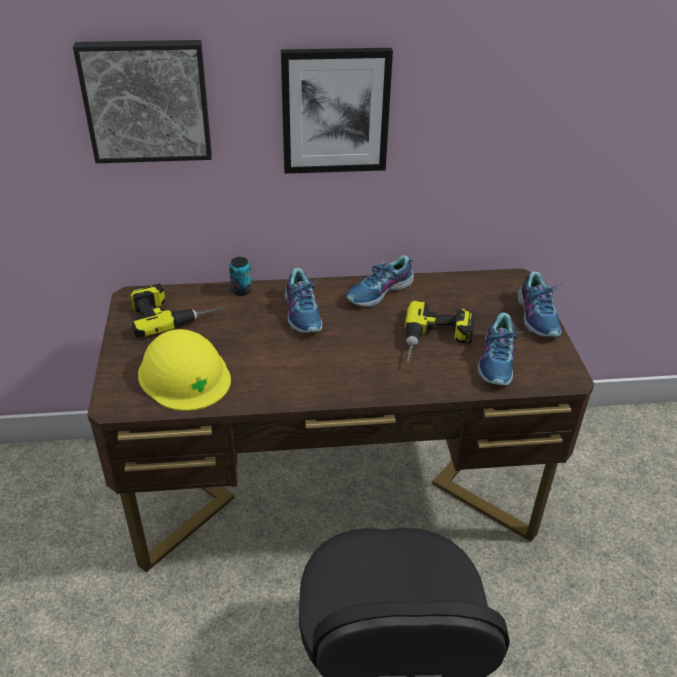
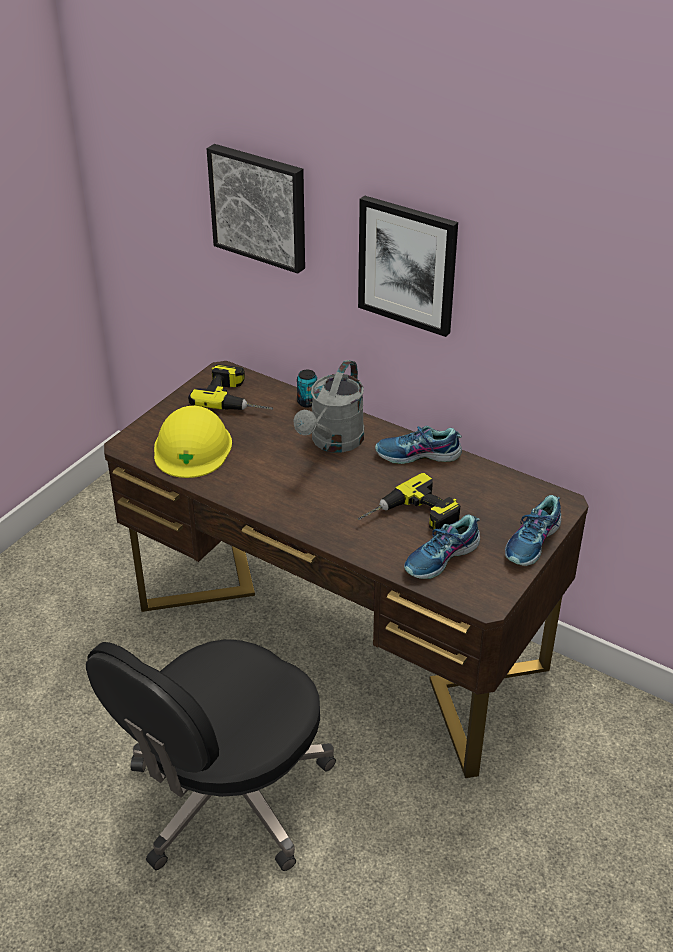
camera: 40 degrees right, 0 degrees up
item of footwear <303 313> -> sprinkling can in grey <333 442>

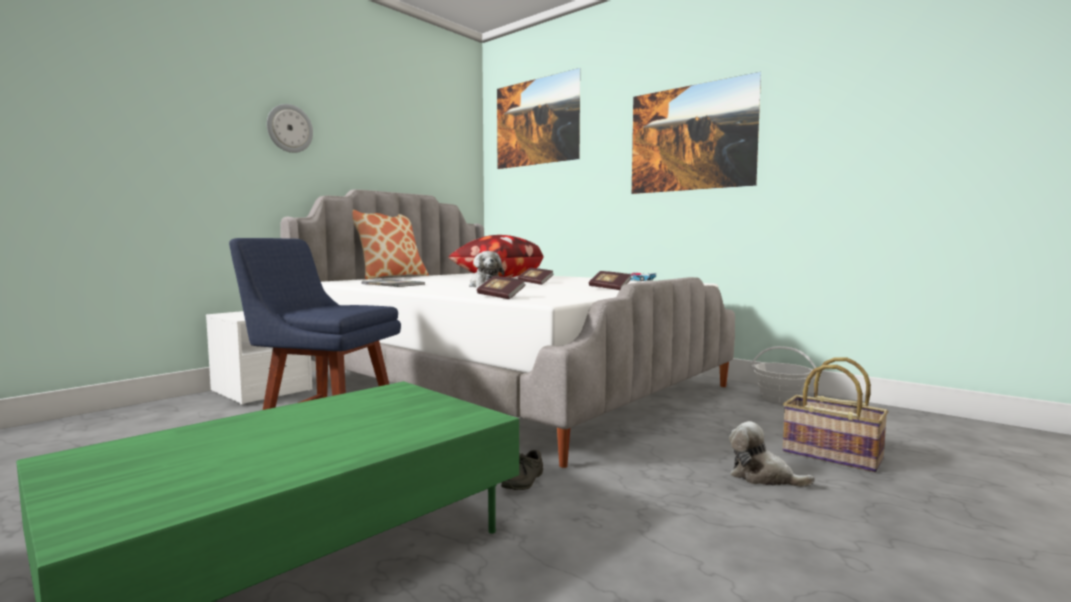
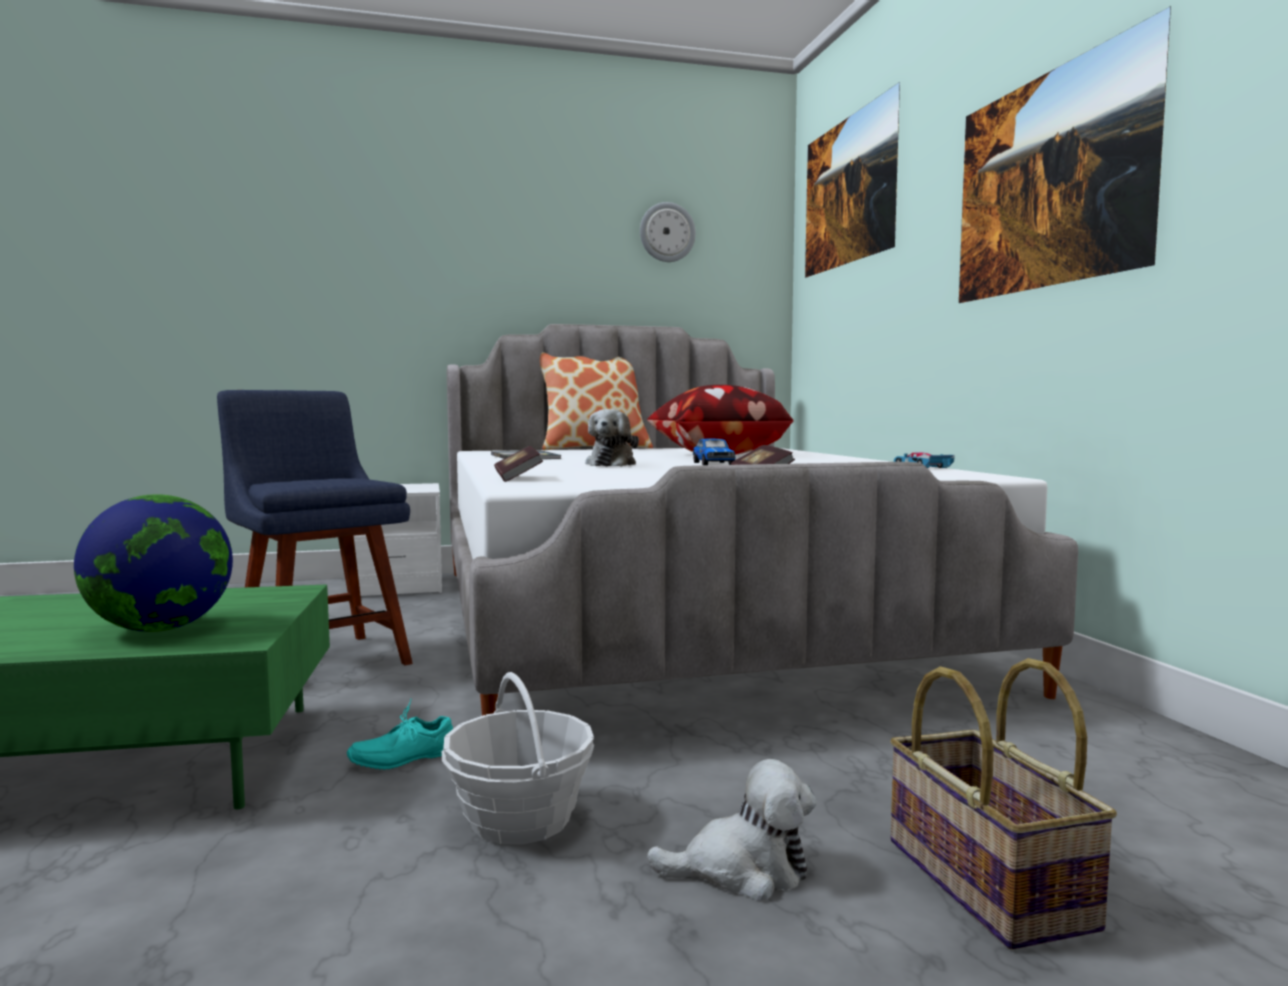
camera: 35 degrees right, 0 degrees up
none -> desk globe <160 629>
item of footwear in grey <521 481> -> item of footwear in turquoise-coloured <401 757>
basket <782 399> -> basket <520 819>, moved
hanging clock <289 128> -> hanging clock <667 232>, moved
soft toy <762 477> -> soft toy <742 871>, 105 degrees clockwise
bound book <535 283> -> miniature car <713 464>

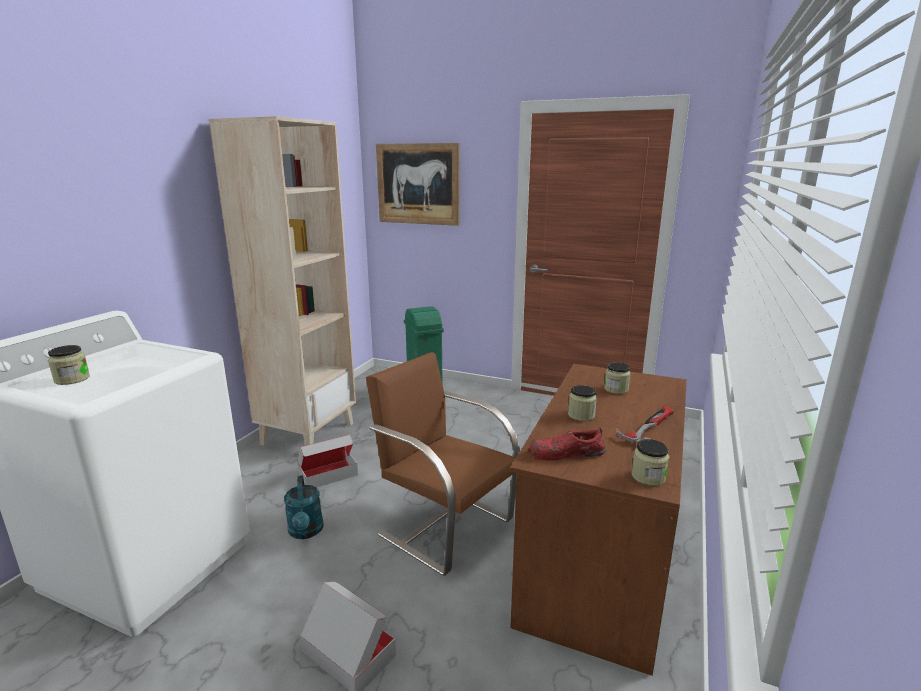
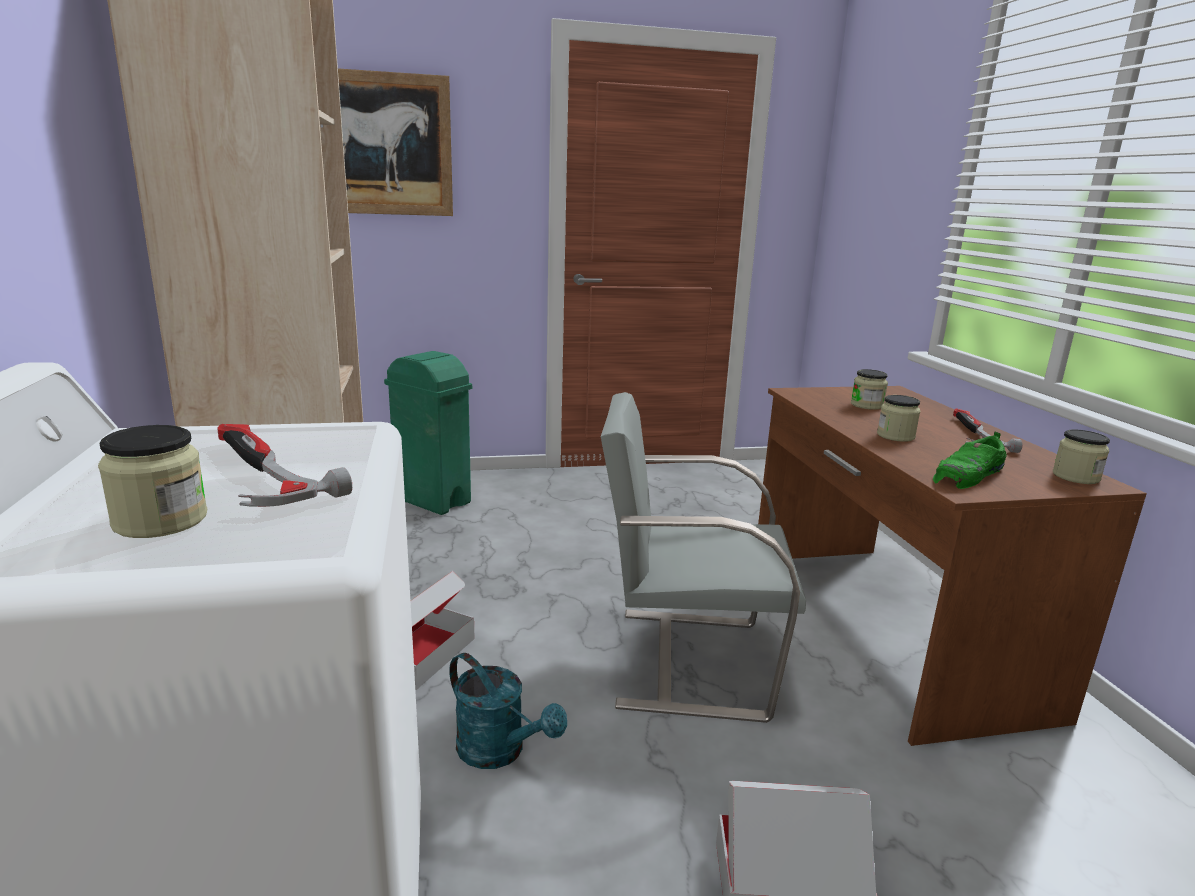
camera: 35 degrees left, 0 degrees up
none -> hand hammer <260 472>
upright chair in brown-coloured <445 525> -> upright chair in grey <686 660>
item of footwear in reddish <565 453> -> item of footwear in greenish <968 475>

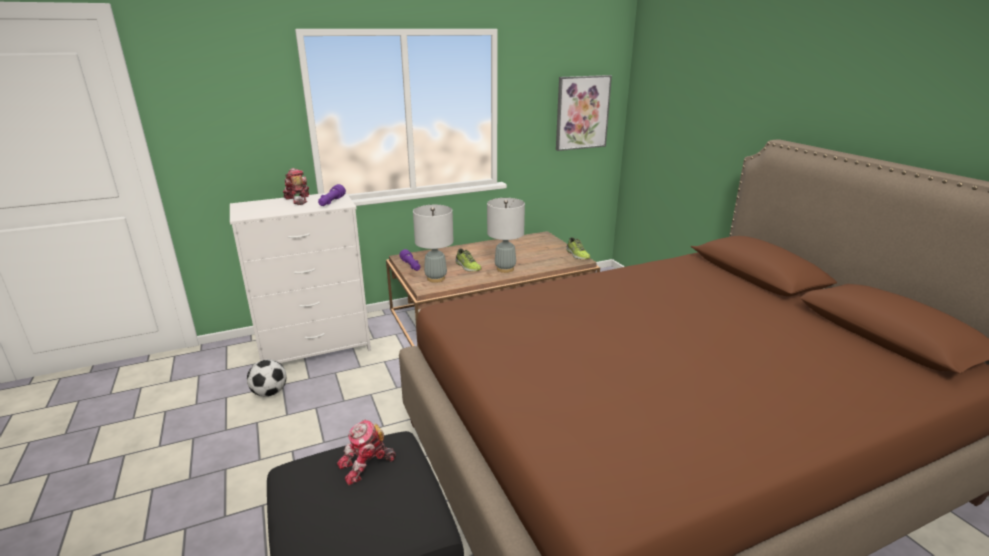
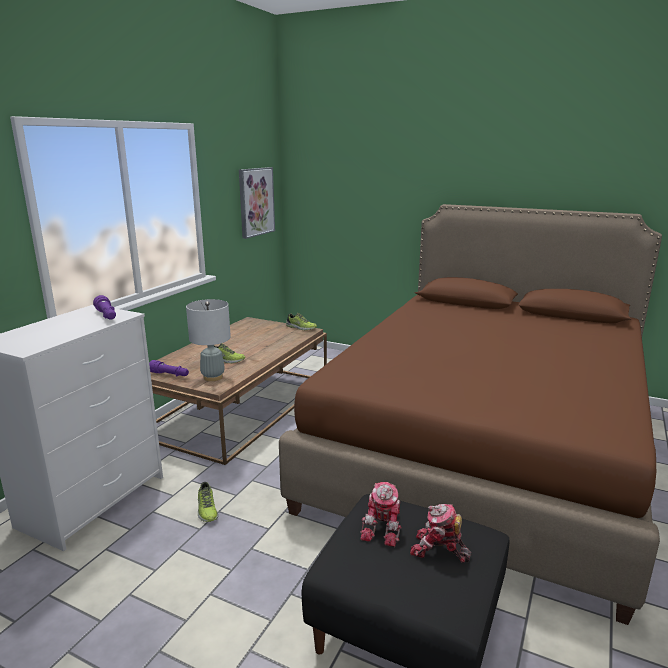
camera: 40 degrees left, 5 degrees down
none -> item of footwear <206 509>
toy robot <298 200> -> toy robot <438 550>, moved
football <270 393> -> none
tabletop lamp in grey <505 269> -> none

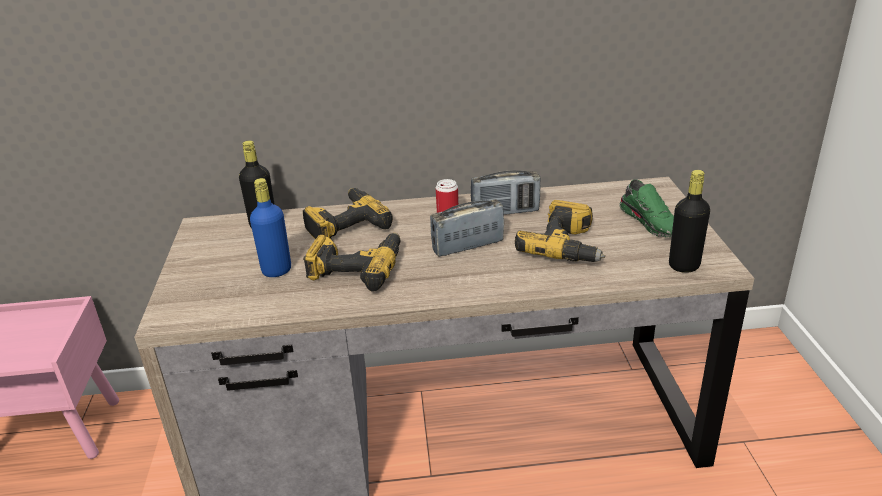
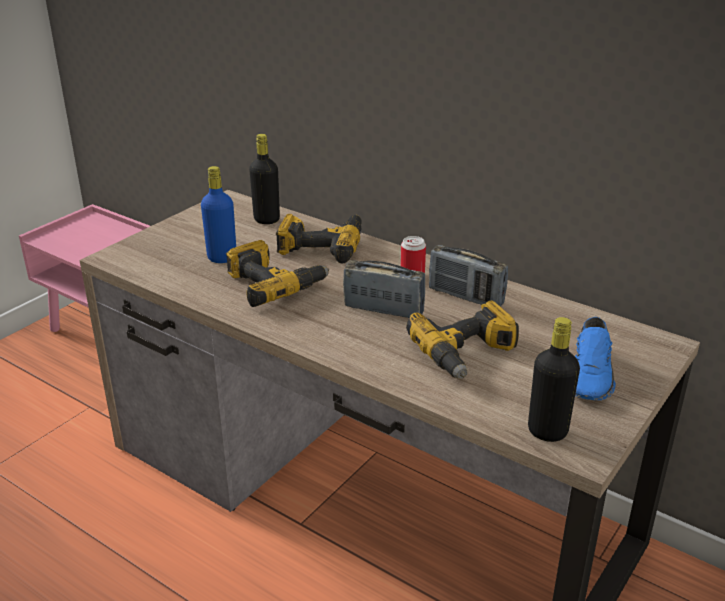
camera: 40 degrees right, 0 degrees up
item of footwear in greenish <652 222> -> item of footwear in blue <592 375>

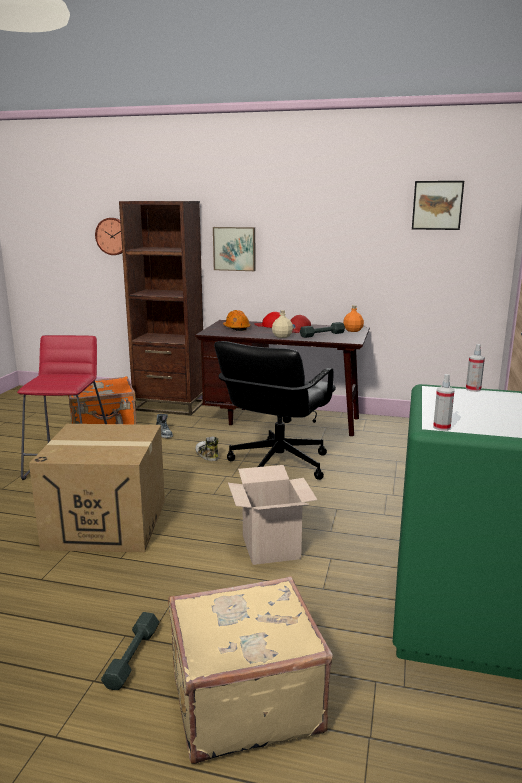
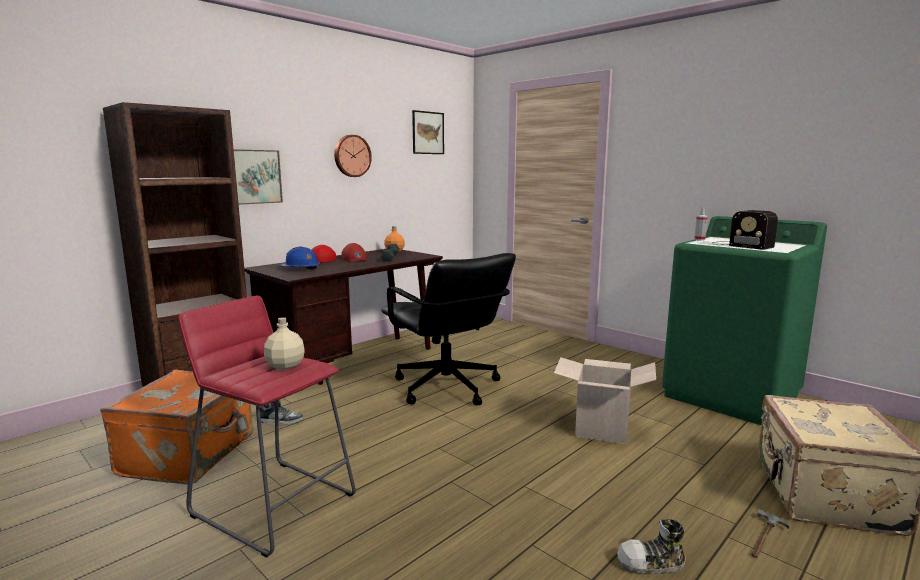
camera: 60 degrees left, 5 degrees down
drink bottle in beige <282 336> -> drink bottle in beige <284 366>, moved
work helmet in orange <236 328> -> work helmet in blue <300 269>
hanging clock <113 236> -> hanging clock <351 156>, moved
item of footwear <207 455> -> item of footwear <651 564>, moved
none -> radio receiver <739 245>
hand weight in grey <132 657> -> hand hammer <764 538>
cardboard box <107 523> -> none
hand sprayer <441 427> -> none

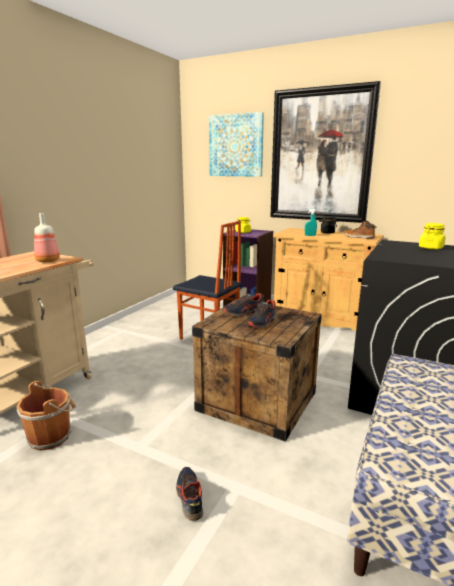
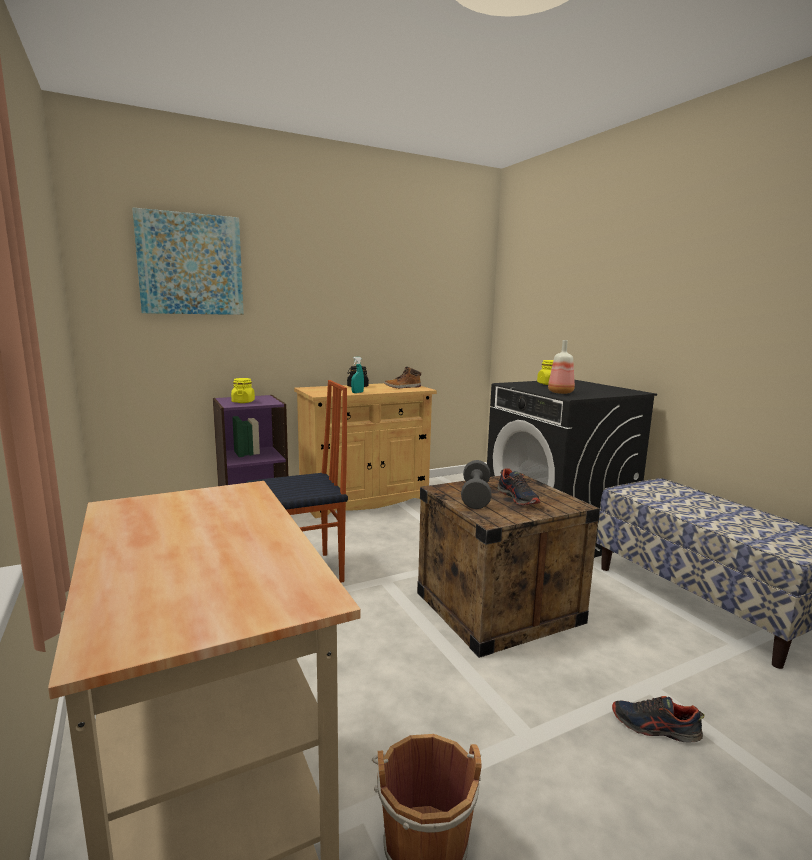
camera: 55 degrees left, 5 degrees down
item of footwear <244 312> -> hand weight in grey <475 496>
drink bottle <47 261> -> drink bottle <561 392>, moved
wall picture <320 156> -> none

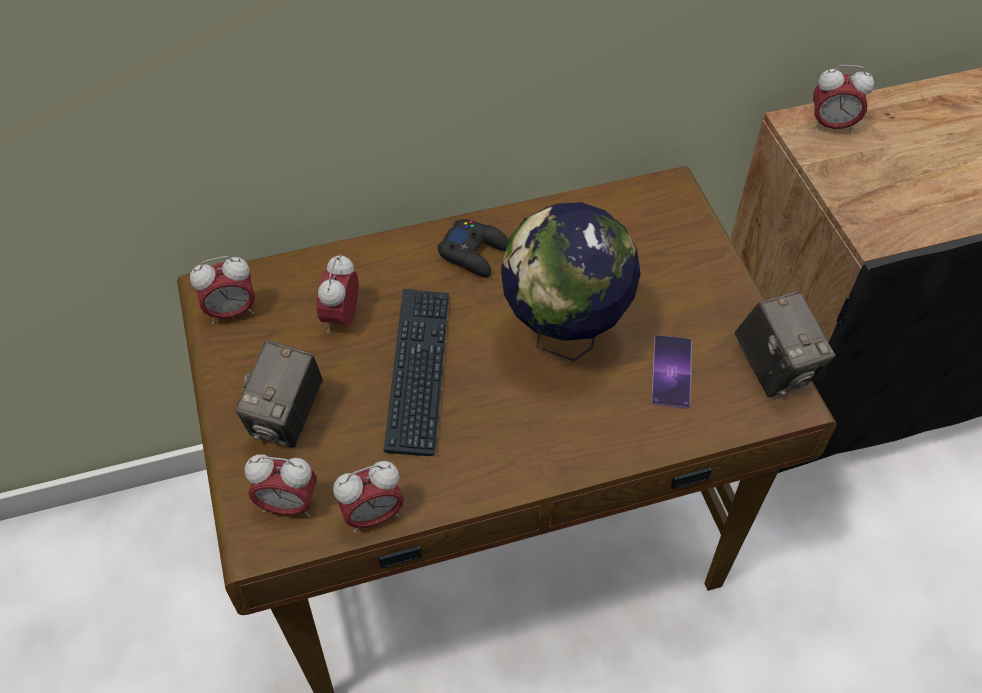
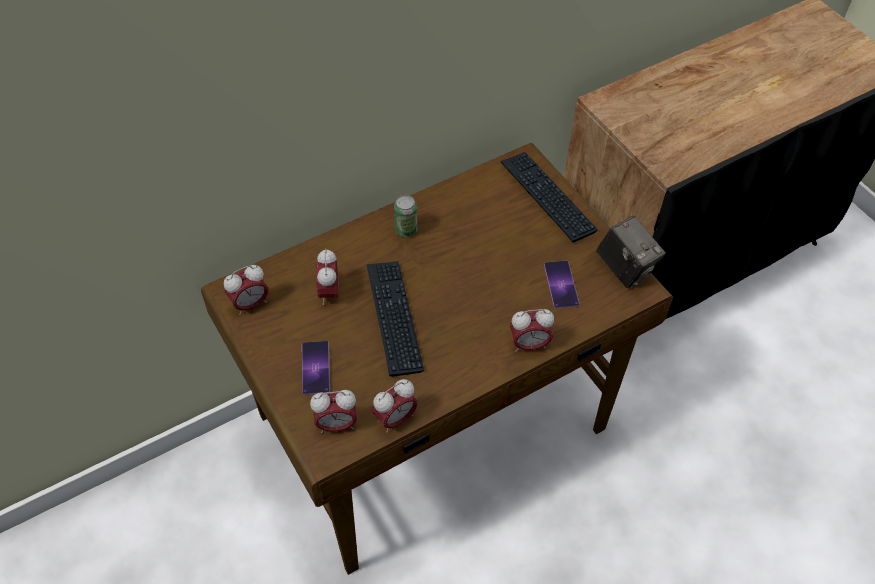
camera: 15 degrees left, 0 degrees up
still camera <288 417> -> handset <315 368>
game controller in black-coloured <474 253> -> sealed can <406 230>
none -> keyboard <547 197>
alarm clock <831 125> -> alarm clock <529 344>, moved
desk globe <564 336> -> none

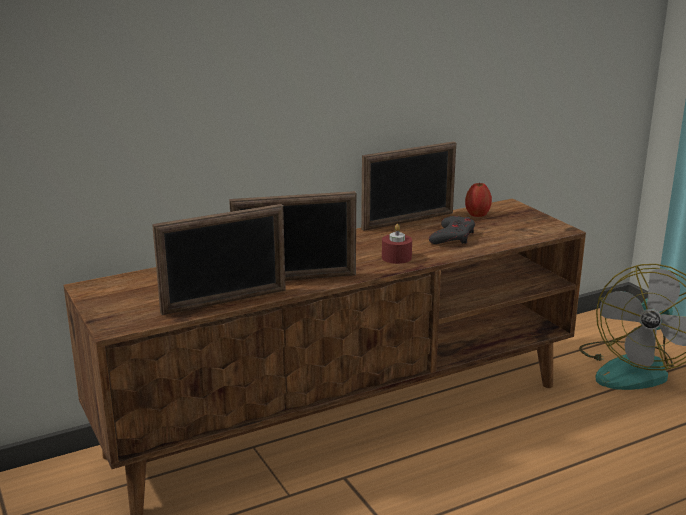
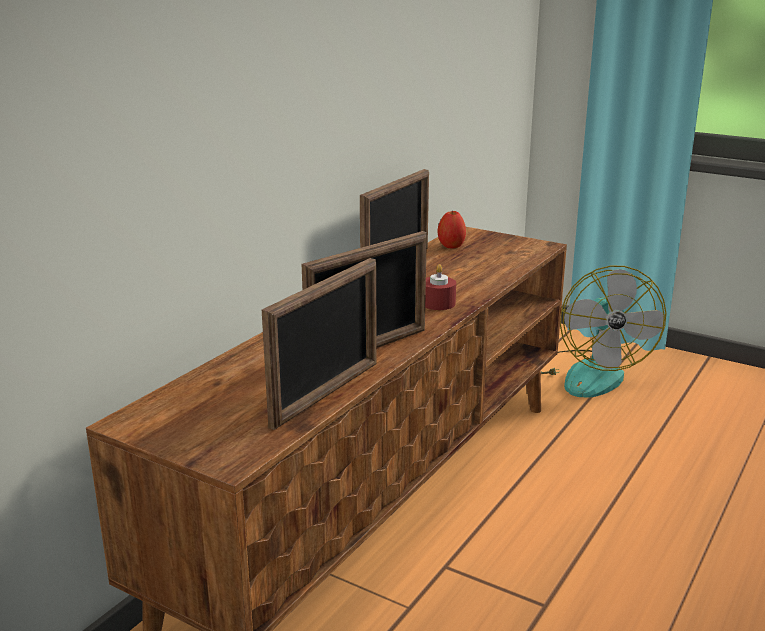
camera: 30 degrees left, 0 degrees up
game controller in grey <453 236> -> none

